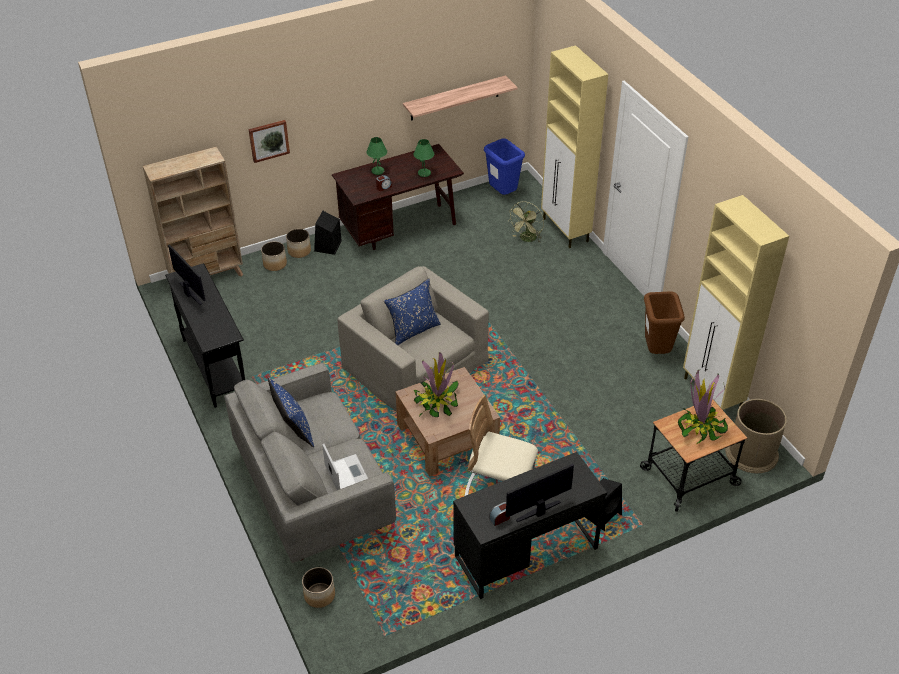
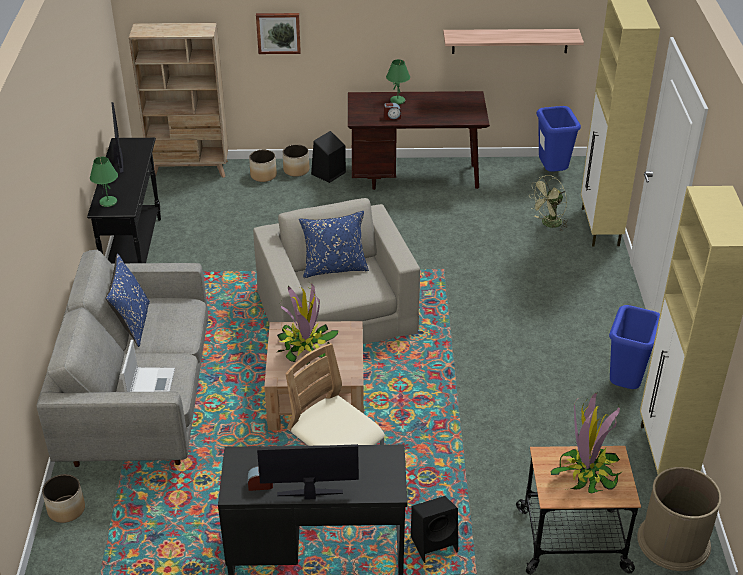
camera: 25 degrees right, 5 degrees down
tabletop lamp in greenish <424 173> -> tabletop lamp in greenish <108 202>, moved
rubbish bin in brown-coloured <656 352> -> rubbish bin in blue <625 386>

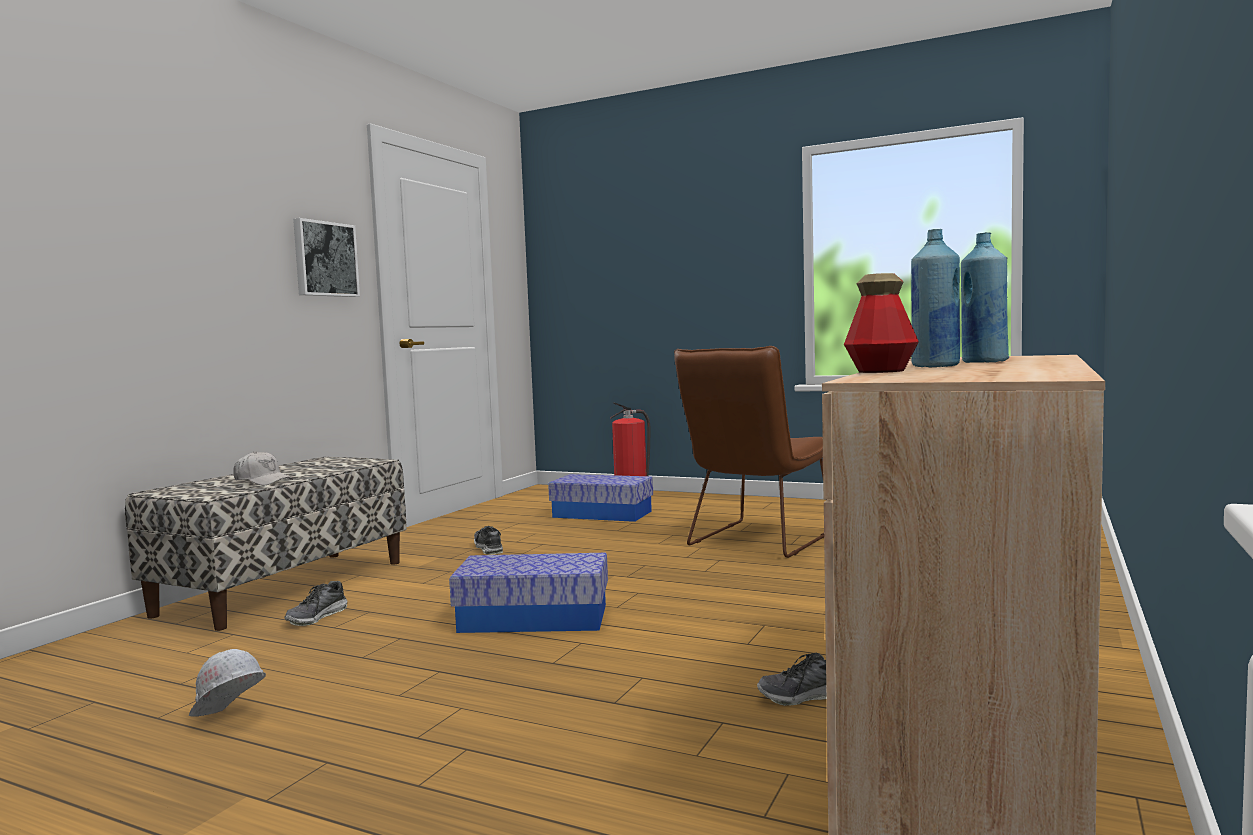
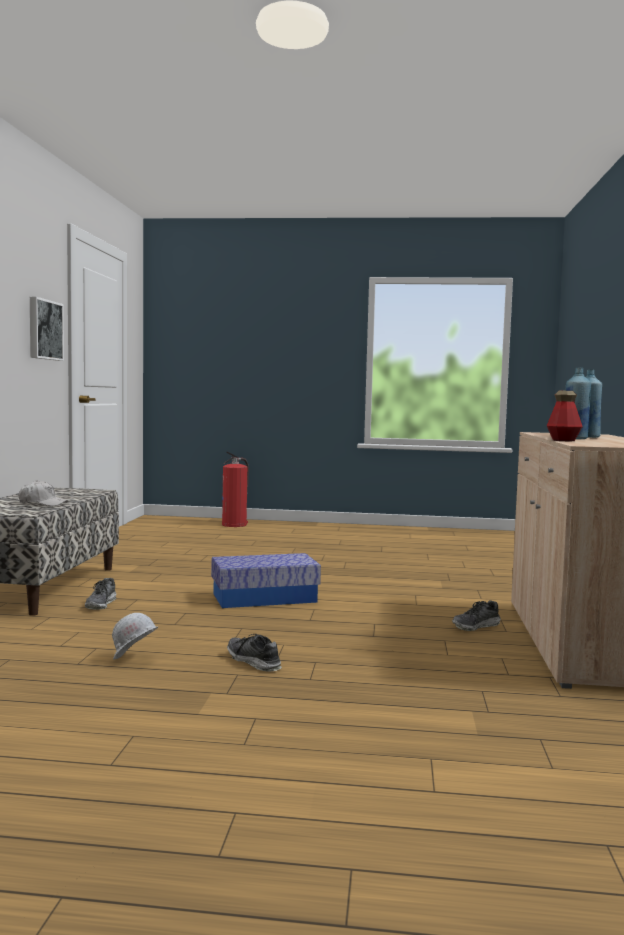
camera: 20 degrees left, 0 degrees up
item of footwear <488 549> -> item of footwear <253 662>, moved
storage container <602 514> -> none
upright chair in brown-coloured <756 541> -> none

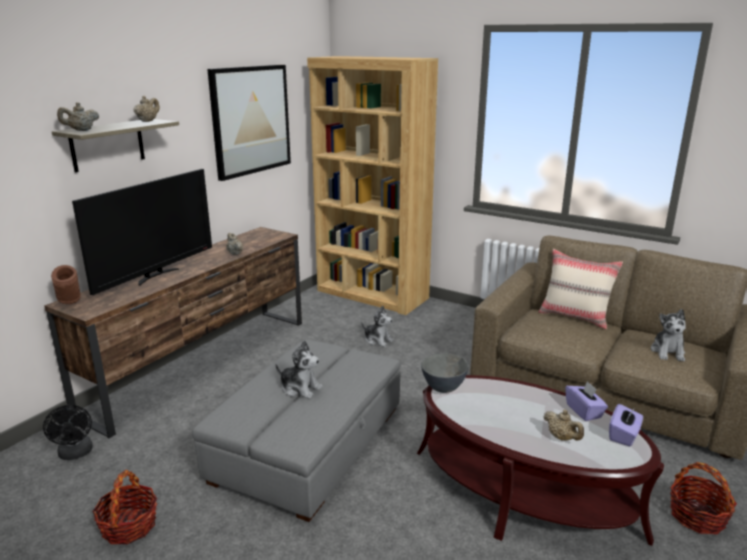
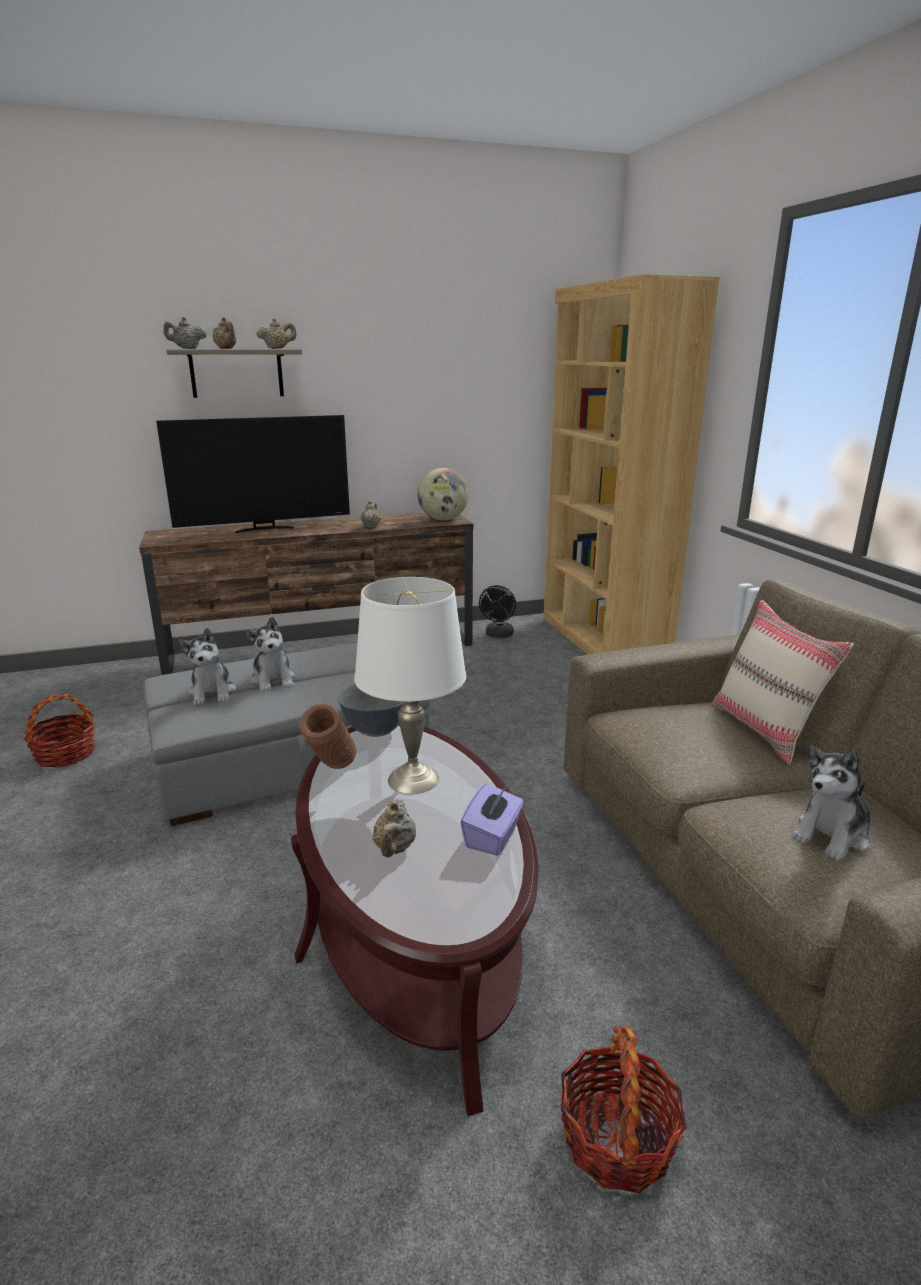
camera: 40 degrees right, 0 degrees up
soft toy <378 340> -> soft toy <212 693>, moved
none -> tea pot in beige <226 349>
decorative vase in brown-coloured <70 305> -> decorative vase in brown-coloured <331 771>, moved
none -> tabletop lamp in white <412 779>
none -> desk globe <443 519>
fan in black-coloured <76 454> -> fan in black-coloured <498 635>, moved
wall picture <250 120> -> none
box of tissues in purple-coloured <624 435> -> none

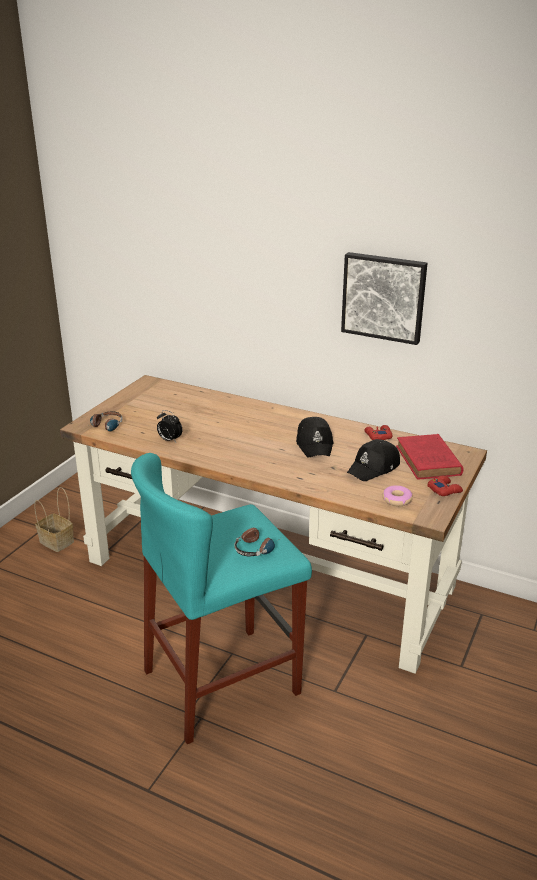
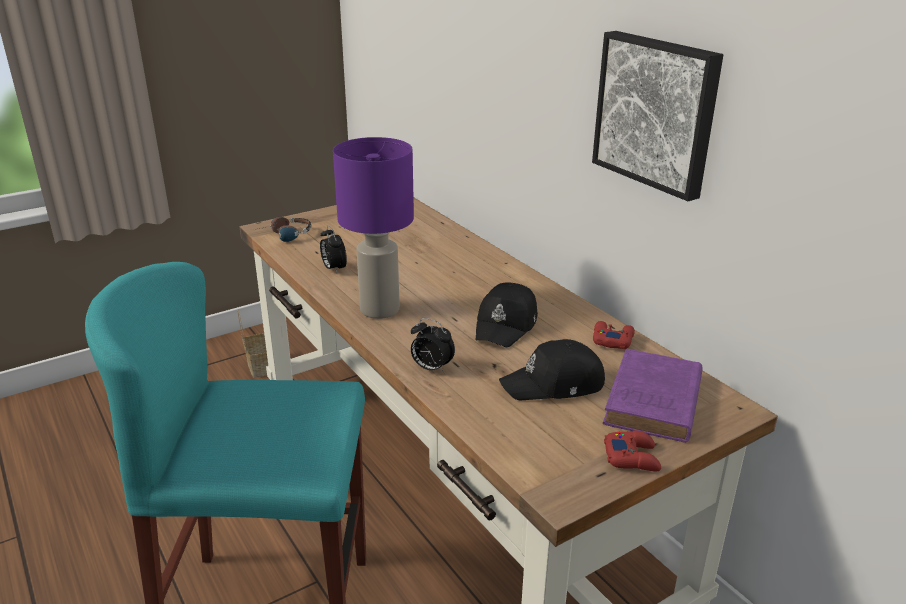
camera: 30 degrees right, 0 degrees up
none -> tabletop lamp in purple-coloured <379 309>
none -> alarm clock <431 368>
bound book in reddish <429 462> -> bound book in purple-coloured <653 403>
headset <258 547> -> none
doughnut <397 500> -> none

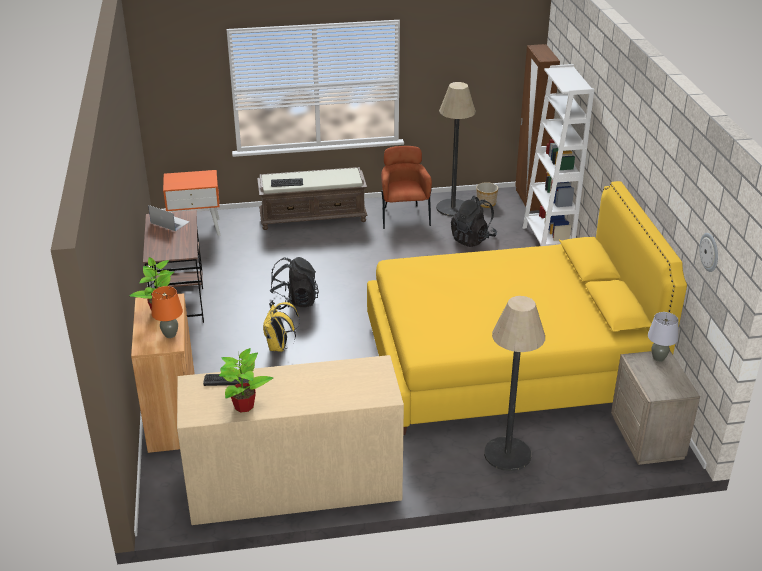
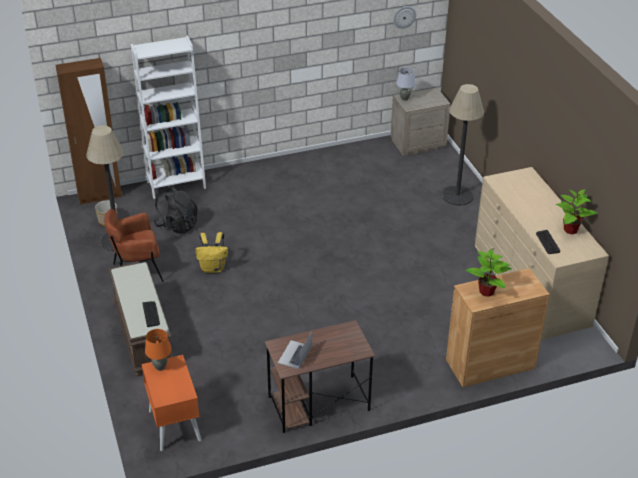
camera: 100 degrees left, 5 degrees up
tabletop lamp in orange <170 335> -> tabletop lamp in orange <160 367>, moved
knapsack in yellow <279 347> -> knapsack in yellow <213 268>, moved
knapsack in black-coloured <294 302> -> none
bed in yellow <506 362> -> none

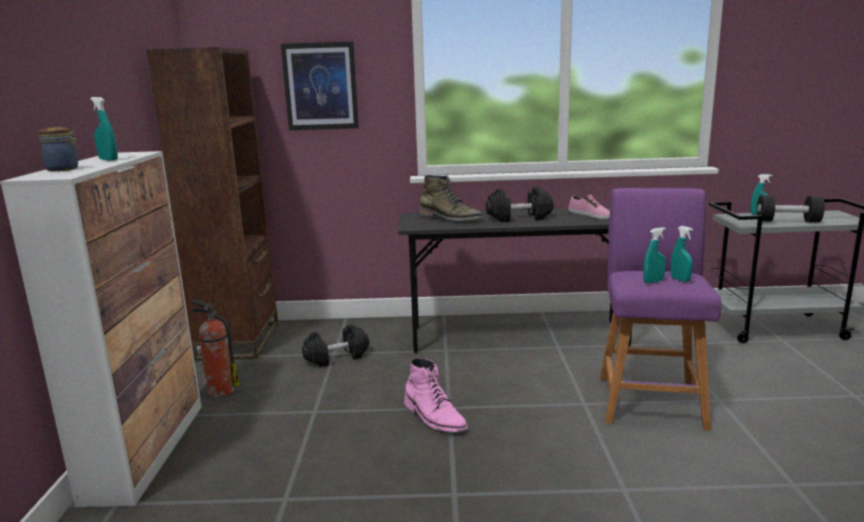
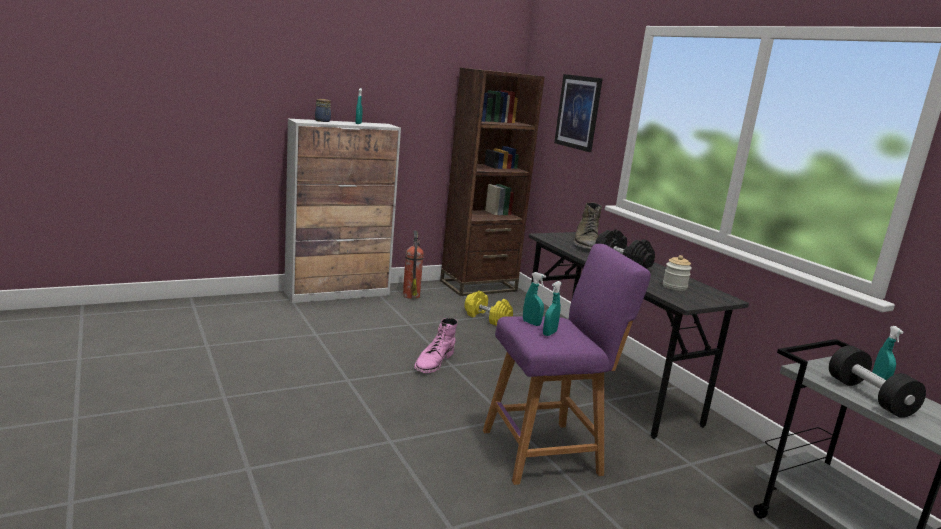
camera: 60 degrees right, 0 degrees up
hand weight in black-coloured <337 357> -> hand weight in yellow <487 318>
item of footwear <590 215> -> storage jar <674 287>

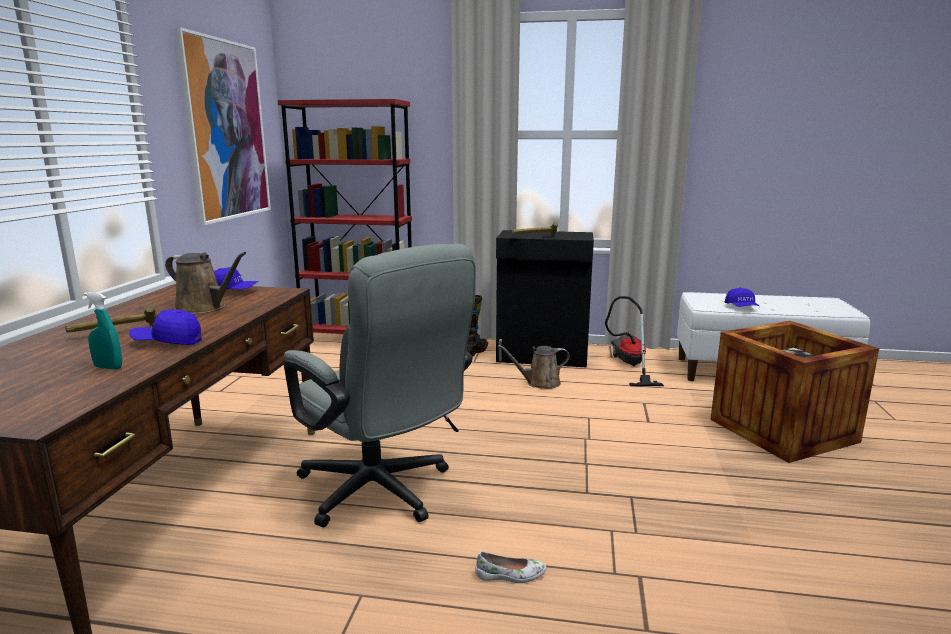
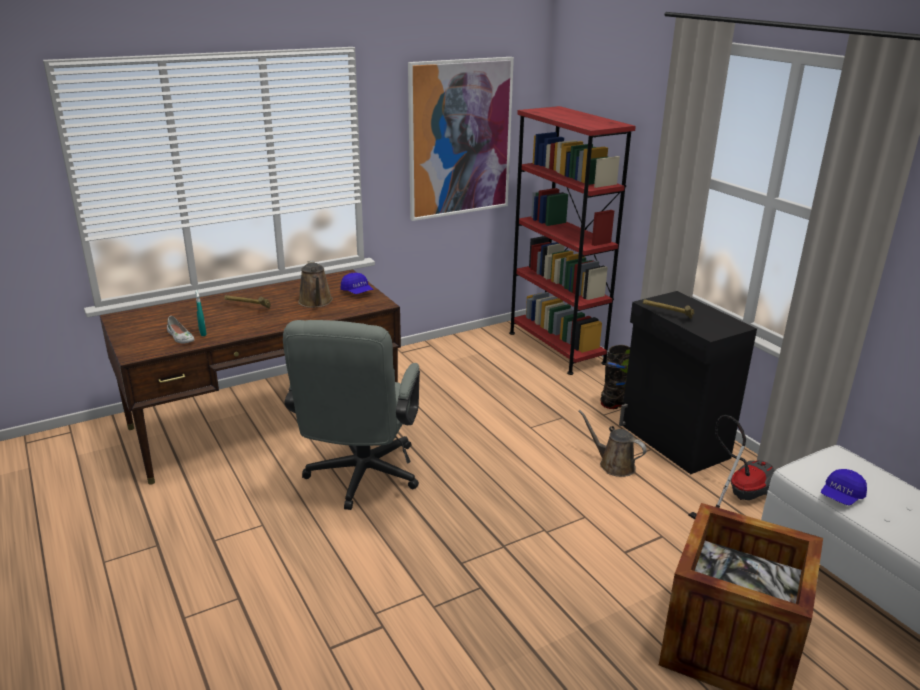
camera: 50 degrees right, 10 degrees up
item of footwear in white <510 575> -> item of footwear in white <180 337>, moved
baseball cap in blue <168 342> -> none

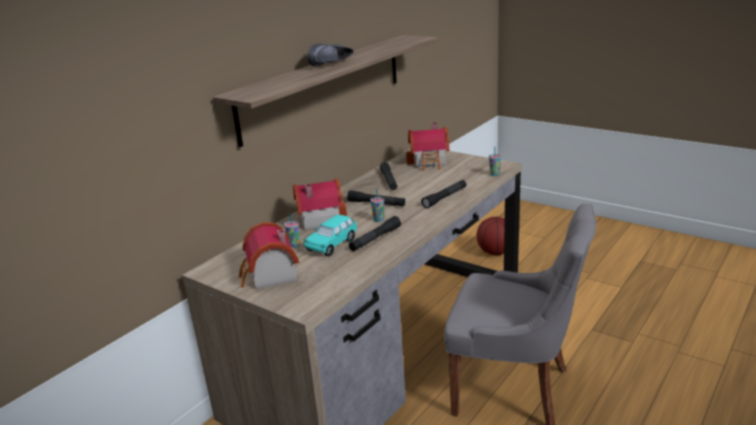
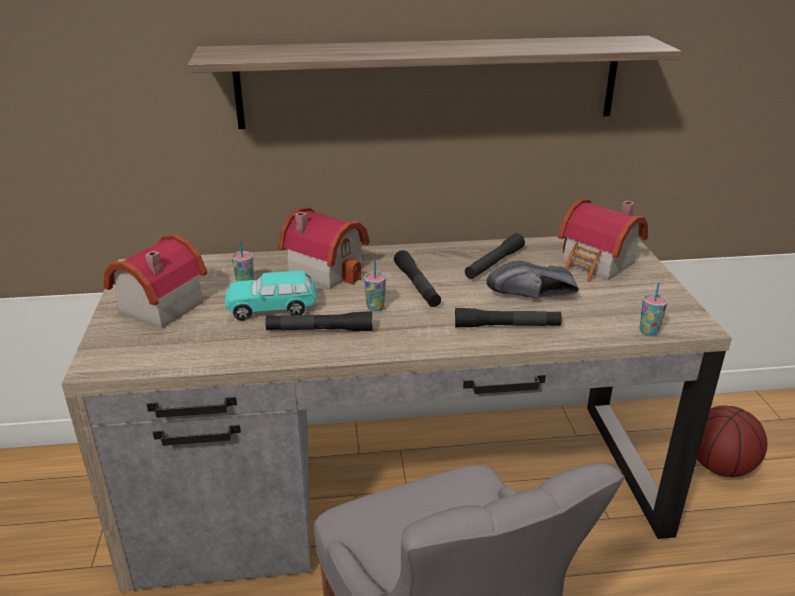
camera: 45 degrees right, 5 degrees up
item of footwear in black-coloured <332 64> -> item of footwear in black-coloured <534 298>, moved

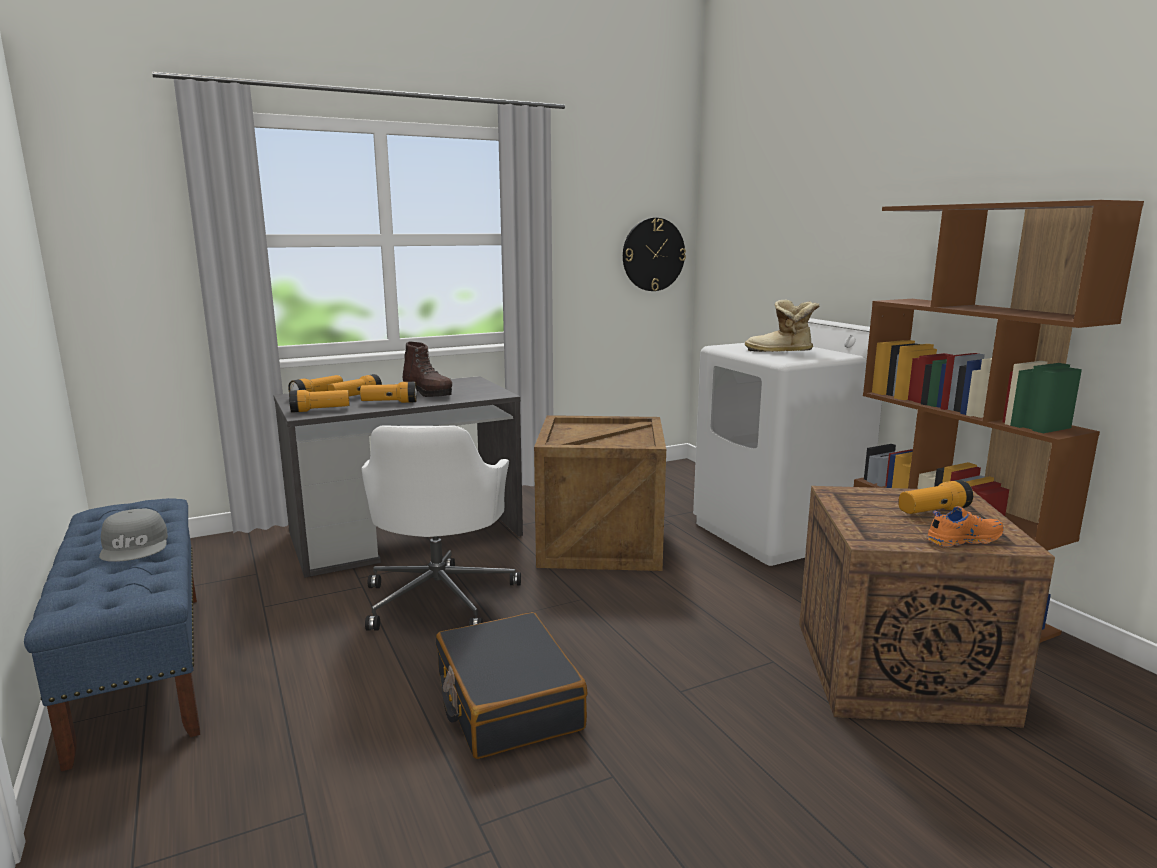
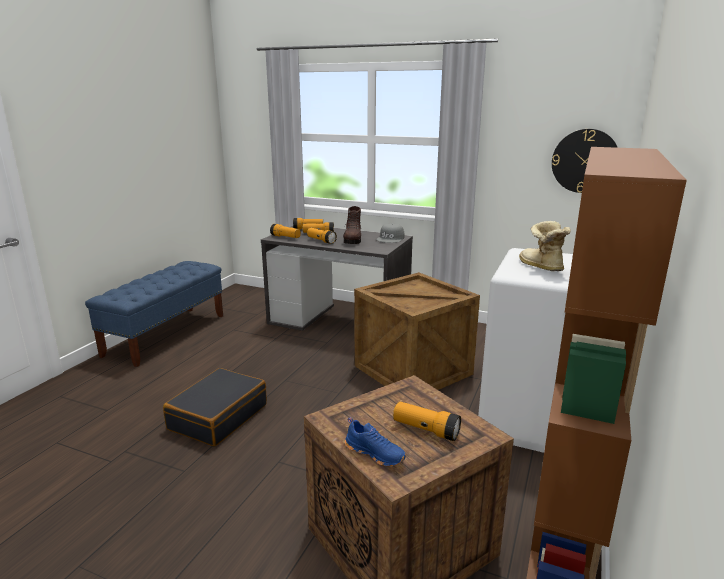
camera: 50 degrees right, 5 degrees up
item of footwear in orange <962 540> -> item of footwear in blue <375 453>
baseball cap in grey <136 546> -> baseball cap in grey <391 238>, moved
computer chair in white <440 597> -> none

